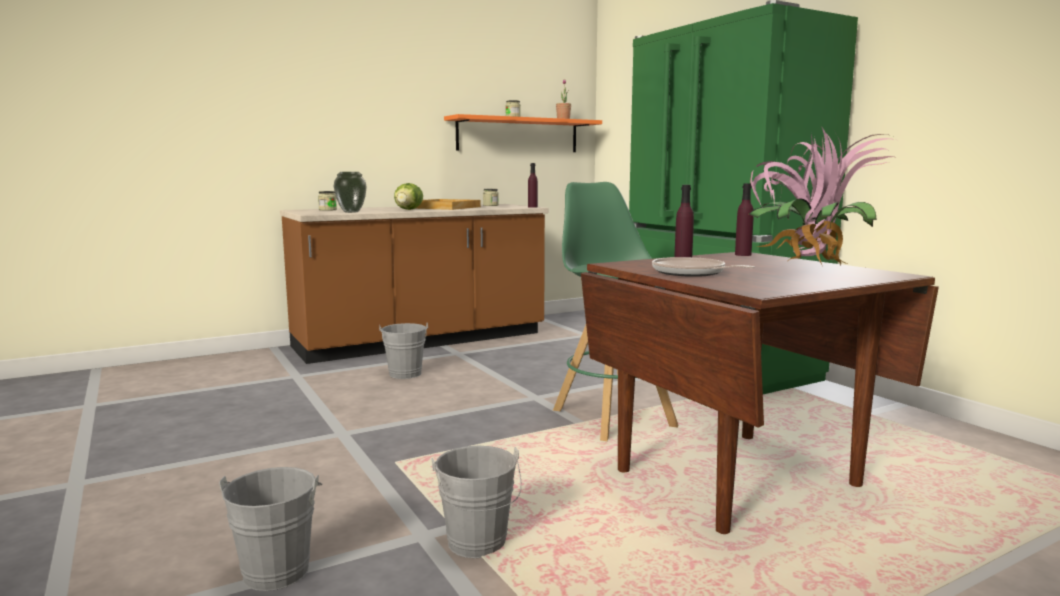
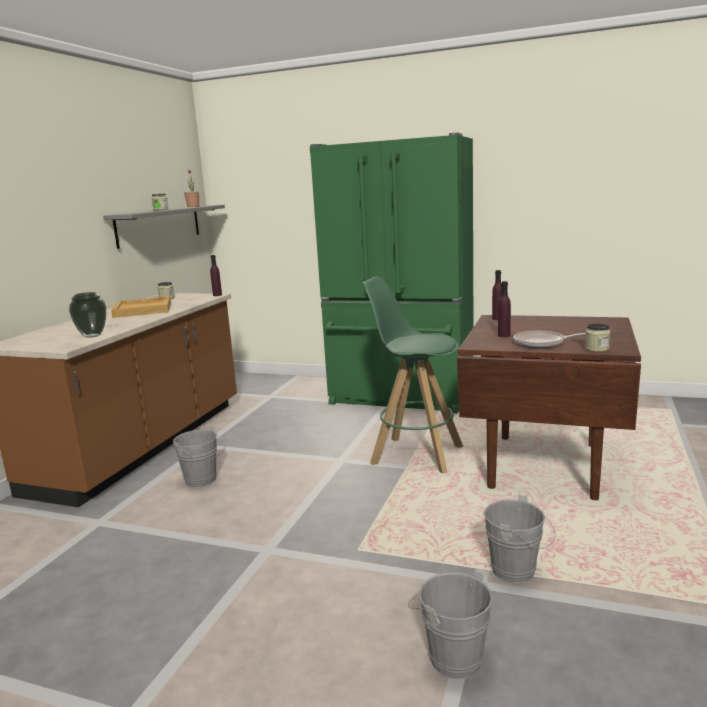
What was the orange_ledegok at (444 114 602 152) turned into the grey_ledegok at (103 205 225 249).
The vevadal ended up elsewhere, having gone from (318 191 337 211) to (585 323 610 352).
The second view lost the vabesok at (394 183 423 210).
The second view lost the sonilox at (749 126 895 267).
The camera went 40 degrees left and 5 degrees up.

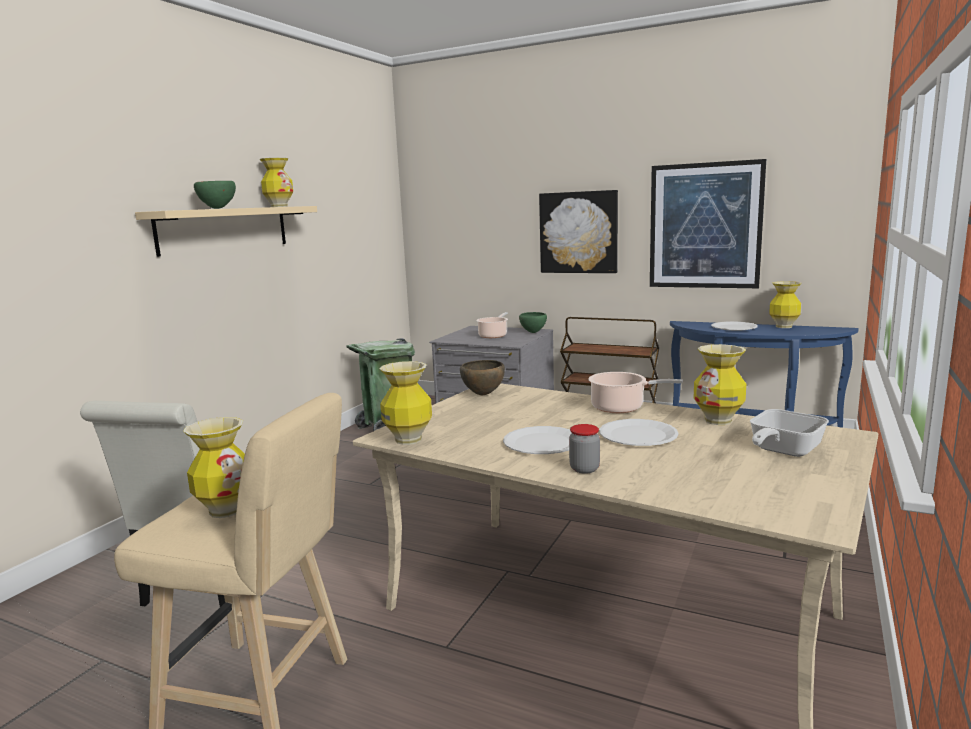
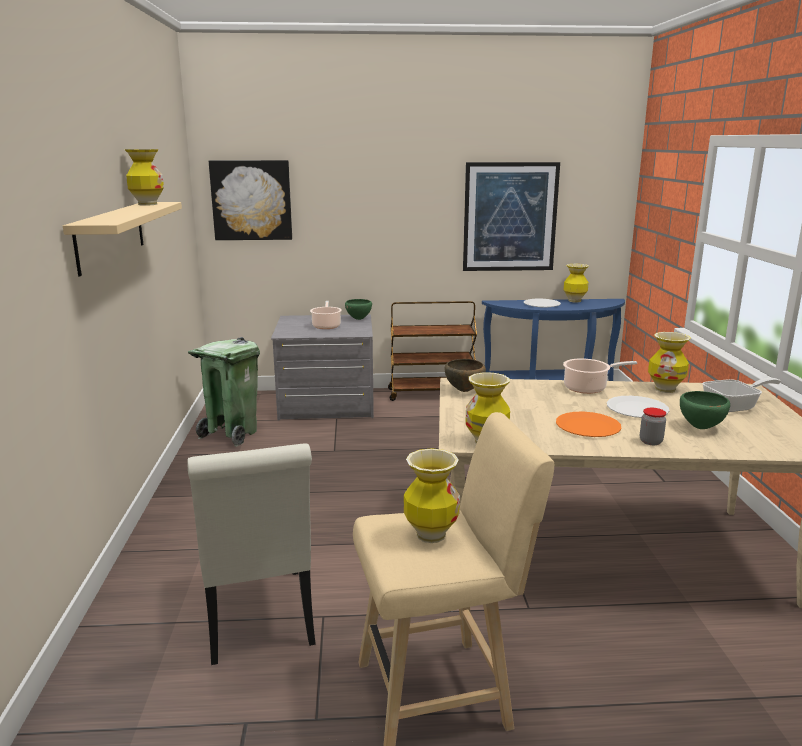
The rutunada ended up elsewhere, having gone from (539 190 618 273) to (209 160 292 240).
What was the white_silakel at (503 426 572 454) turned into the orange_silakel at (556 412 621 437).
The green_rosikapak ended up elsewhere, having gone from (194 181 236 209) to (680 391 730 429).
The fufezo at (750 409 829 457) ended up facing another way, 120 degrees counterclockwise from before.
The camera went 30 degrees left and 5 degrees up.

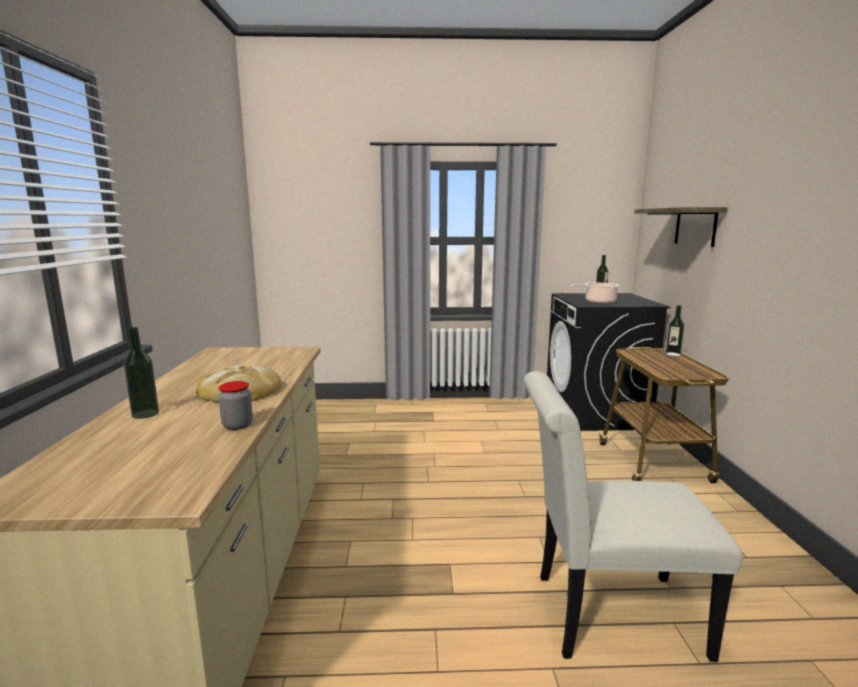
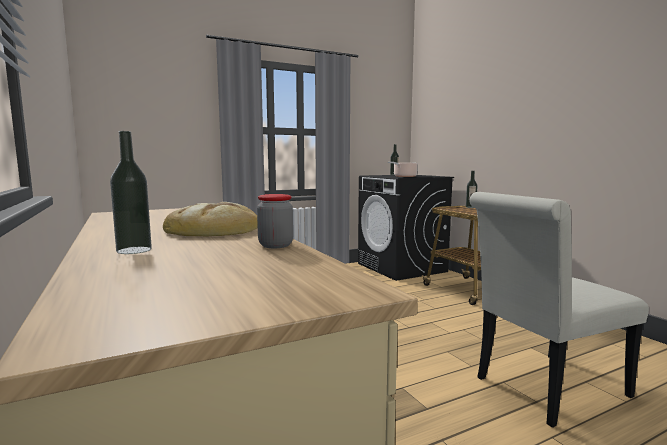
The second view lost the ledegok at (634 207 728 247).
The camera went 25 degrees left and 5 degrees down.

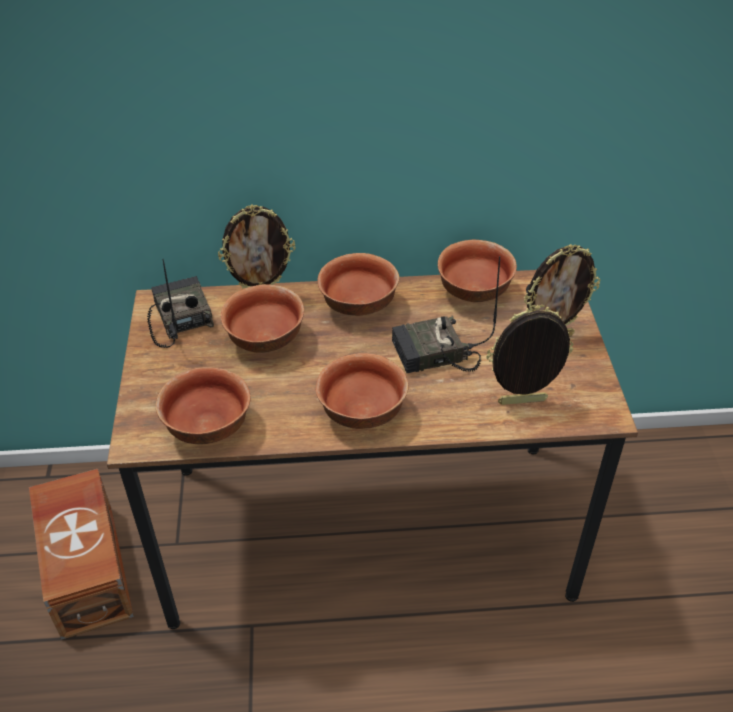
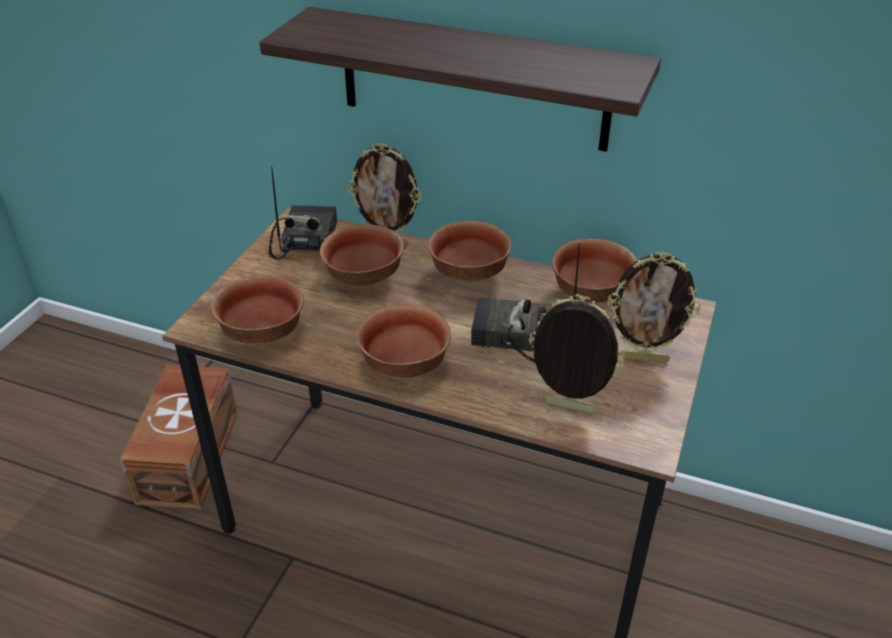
The second view gained the ledegok at (259 7 661 152).
The camera went 25 degrees right and 5 degrees down.

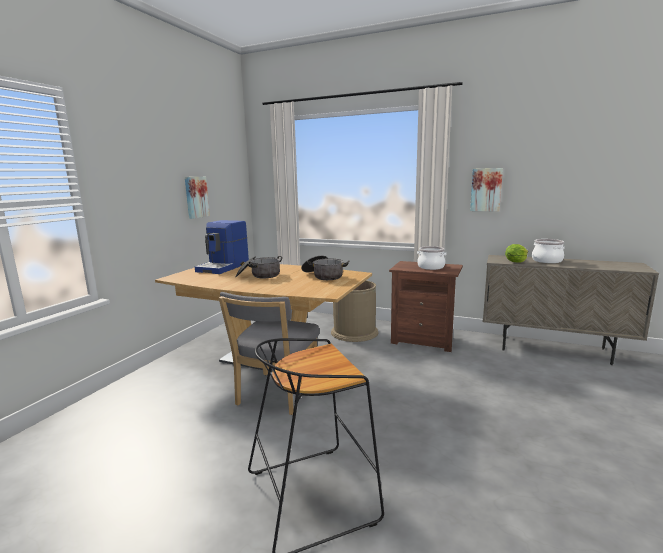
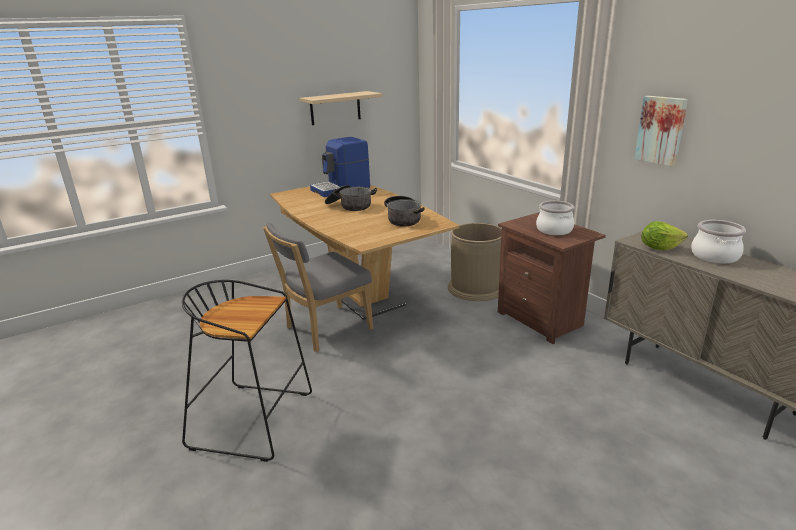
Where the rutunada hung at (185 177 210 219), the beige_ledegok came to hang at (300 91 383 125).
The camera went 35 degrees right and 10 degrees up.

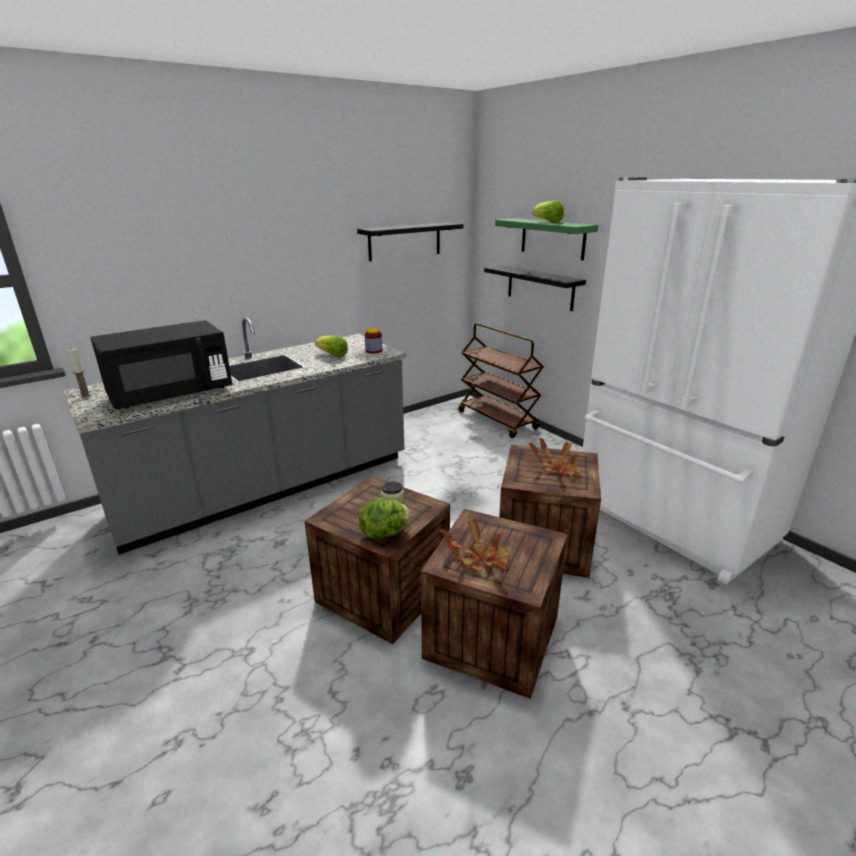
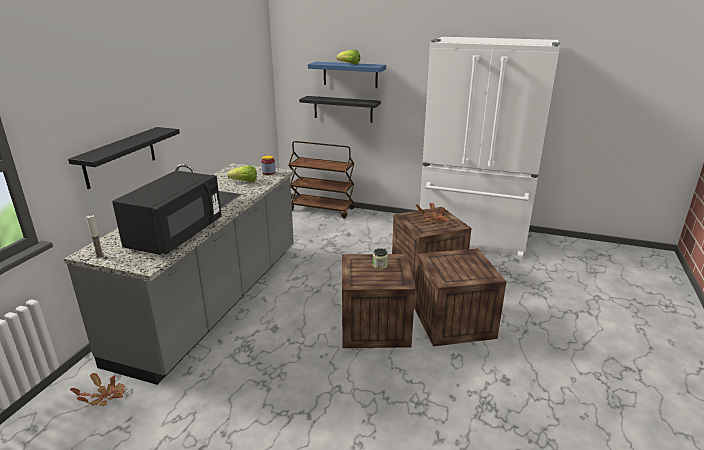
The black_ledegok ended up elsewhere, having gone from (357 222 463 261) to (68 127 180 189).
The sonilox ended up elsewhere, having gone from (440 518 510 572) to (70 373 125 406).
What was the green_ledegok at (495 218 598 260) turned into the blue_ledegok at (308 62 386 88).
The second view lost the vabesok at (359 498 411 538).
The camera went 35 degrees left and 0 degrees up.

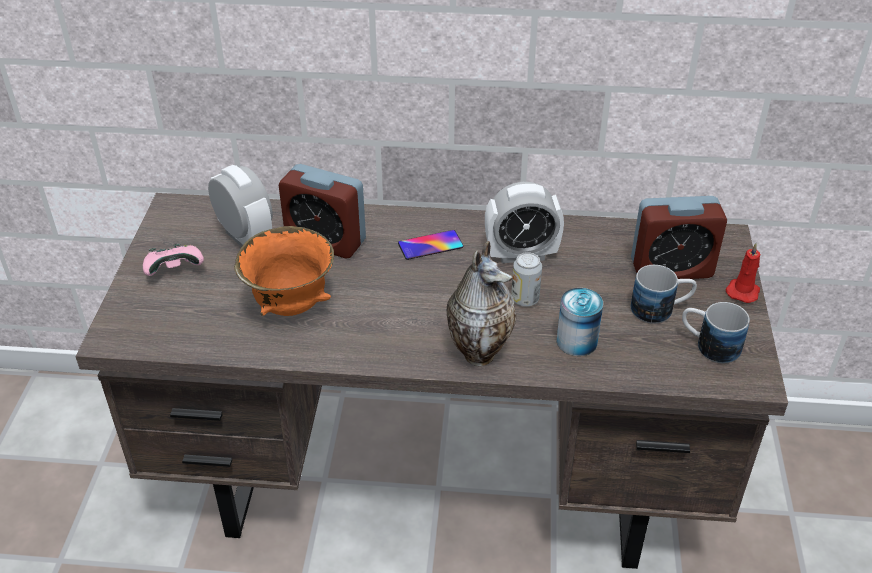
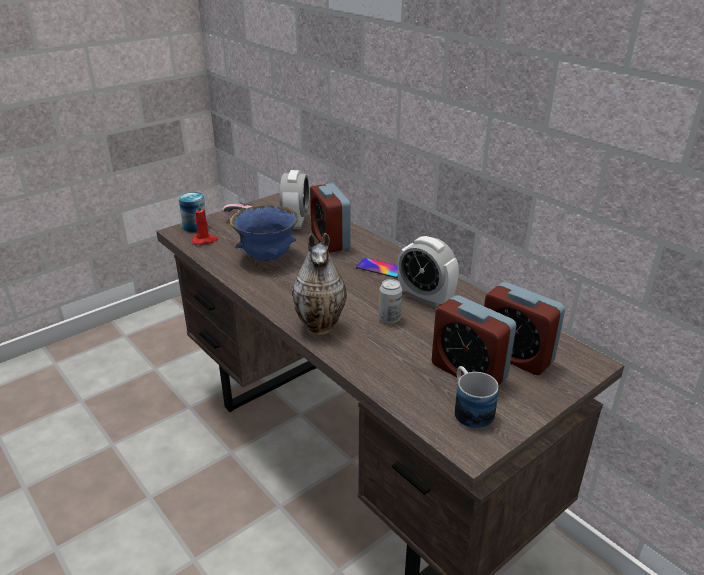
The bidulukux ended up elsewhere, having gone from (557 288 603 356) to (178 192 208 232).
The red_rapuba ended up elsewhere, having gone from (726 243 761 303) to (192 203 218 245).
What was the orange_rosikapak at (234 226 334 316) turned into the blue_rosikapak at (230 205 298 261).
Where the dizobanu stood at (631 265 697 324), the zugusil came to stand at (432 296 517 385).
The camera went 45 degrees right and 10 degrees down.

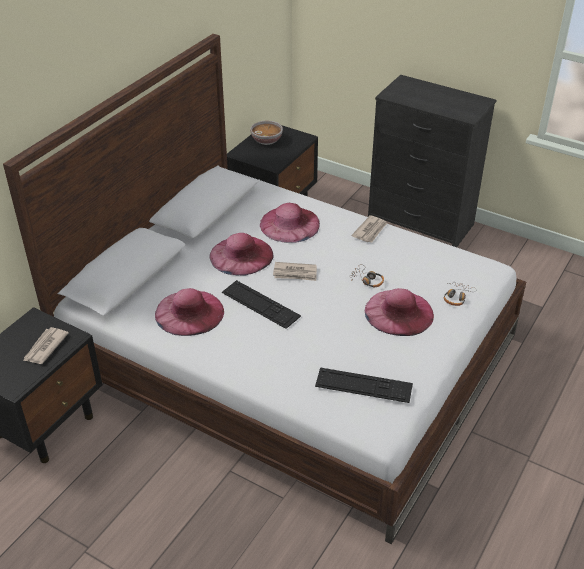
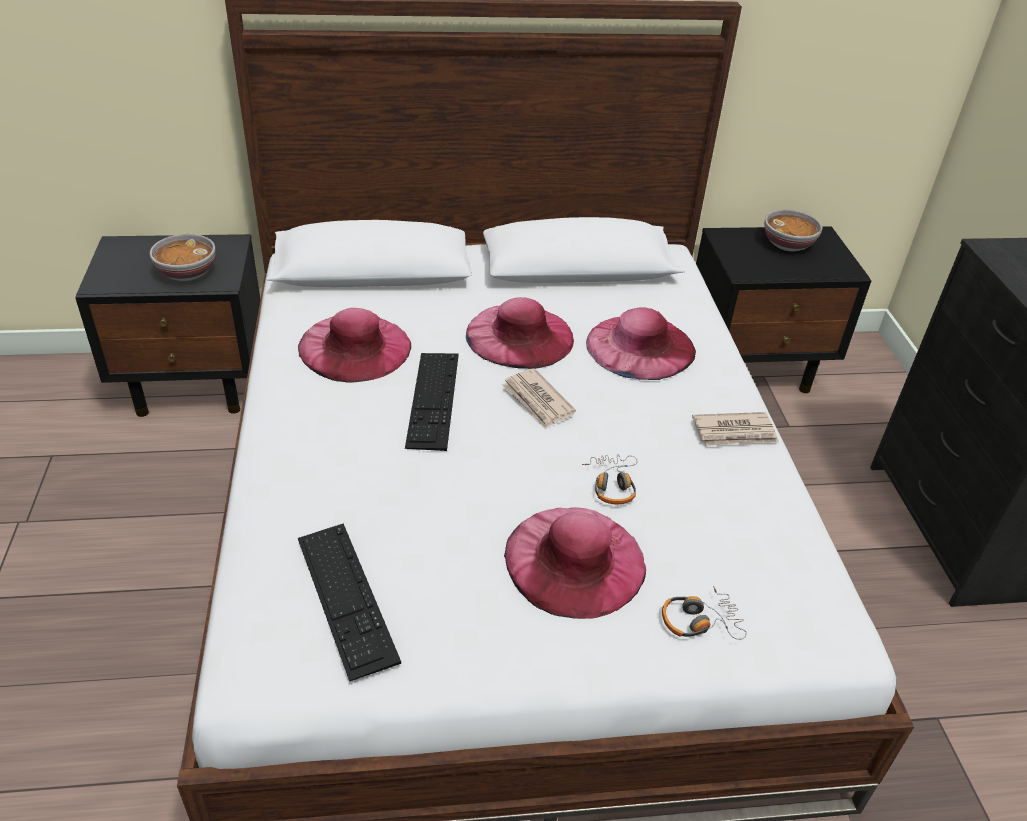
Where the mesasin stood at (23 327 69 364), the rosikapak came to stand at (149 234 216 281).
The camera went 50 degrees right and 0 degrees up.

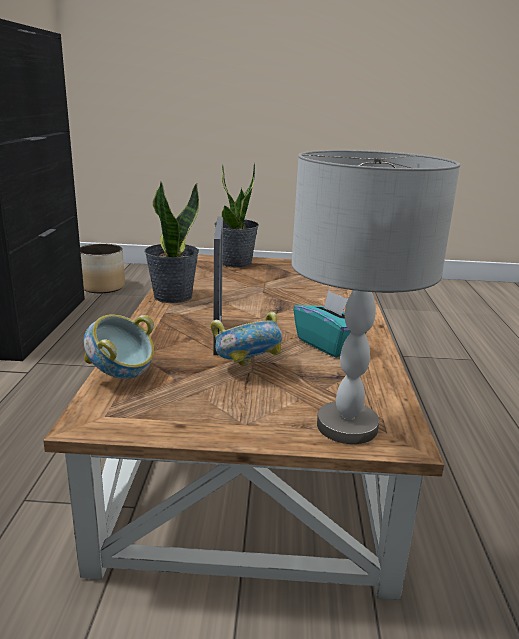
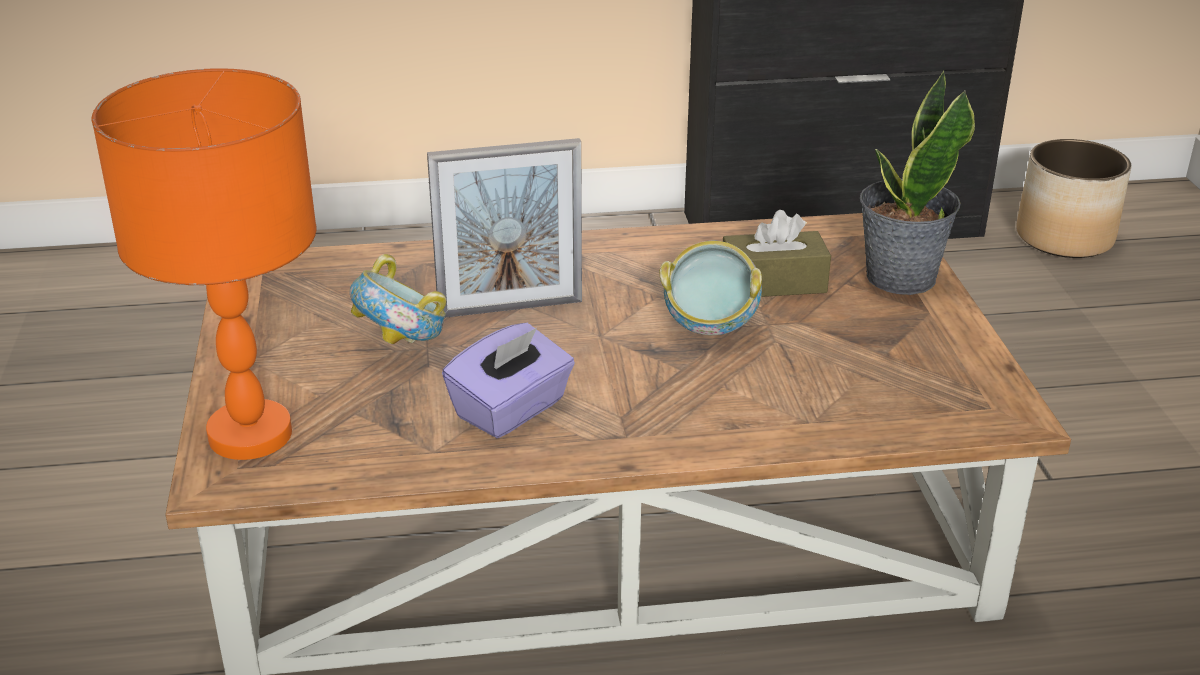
What was the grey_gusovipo at (291 150 460 444) turned into the orange_gusovipo at (92 68 317 460).
What was the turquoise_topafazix at (293 291 366 358) turned into the purple_topafazix at (442 322 575 438).
The rosikapak ended up elsewhere, having gone from (84 314 154 379) to (660 241 762 335).
The second view gained the brown_topafazix at (723 210 831 297).
The second view lost the sonilox at (144 182 199 303).
The camera went 80 degrees right and 10 degrees up.

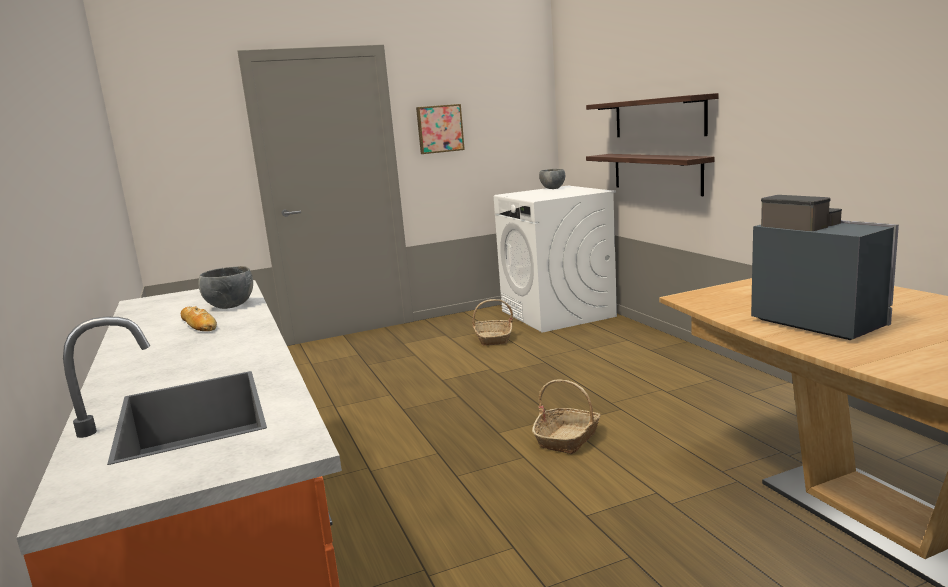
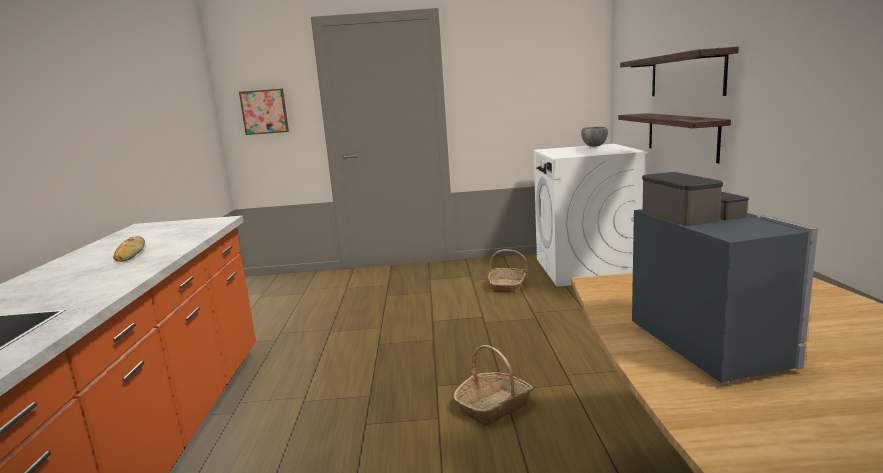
The rutunada ended up elsewhere, having gone from (416 104 465 154) to (239 89 289 135).
The second view lost the grey_rosikapak at (198 266 253 309).
The camera went 20 degrees right and 0 degrees up.

